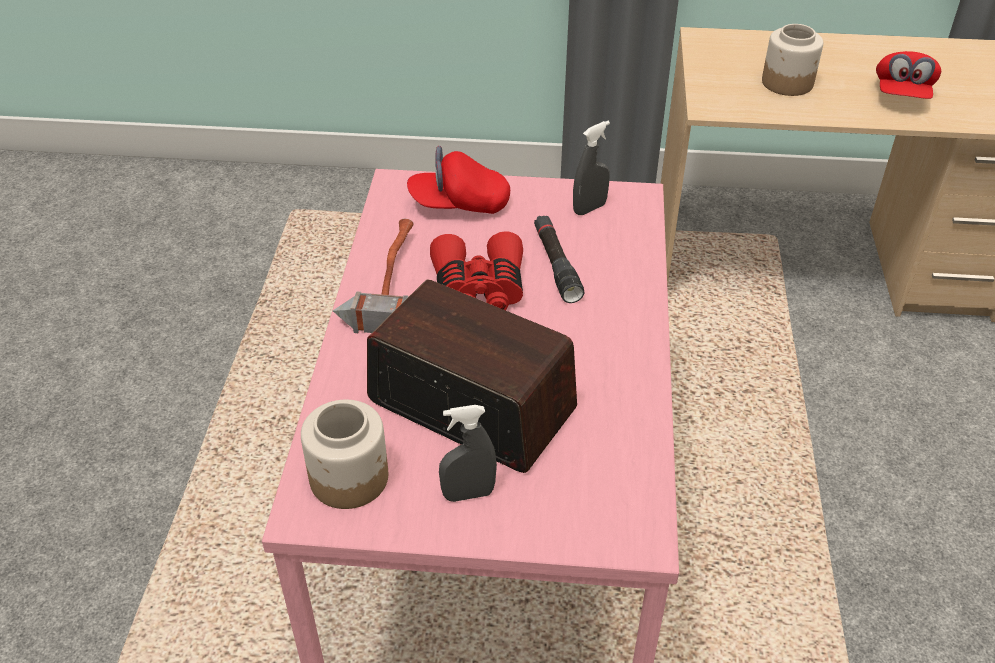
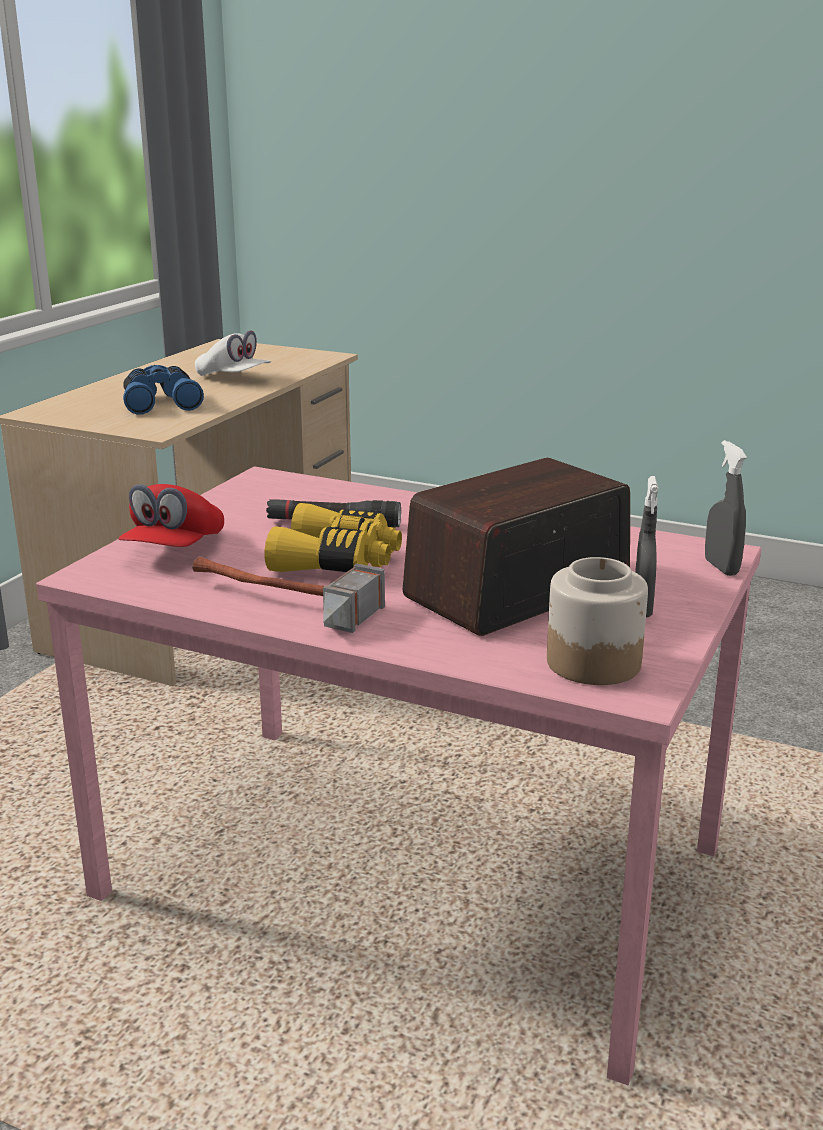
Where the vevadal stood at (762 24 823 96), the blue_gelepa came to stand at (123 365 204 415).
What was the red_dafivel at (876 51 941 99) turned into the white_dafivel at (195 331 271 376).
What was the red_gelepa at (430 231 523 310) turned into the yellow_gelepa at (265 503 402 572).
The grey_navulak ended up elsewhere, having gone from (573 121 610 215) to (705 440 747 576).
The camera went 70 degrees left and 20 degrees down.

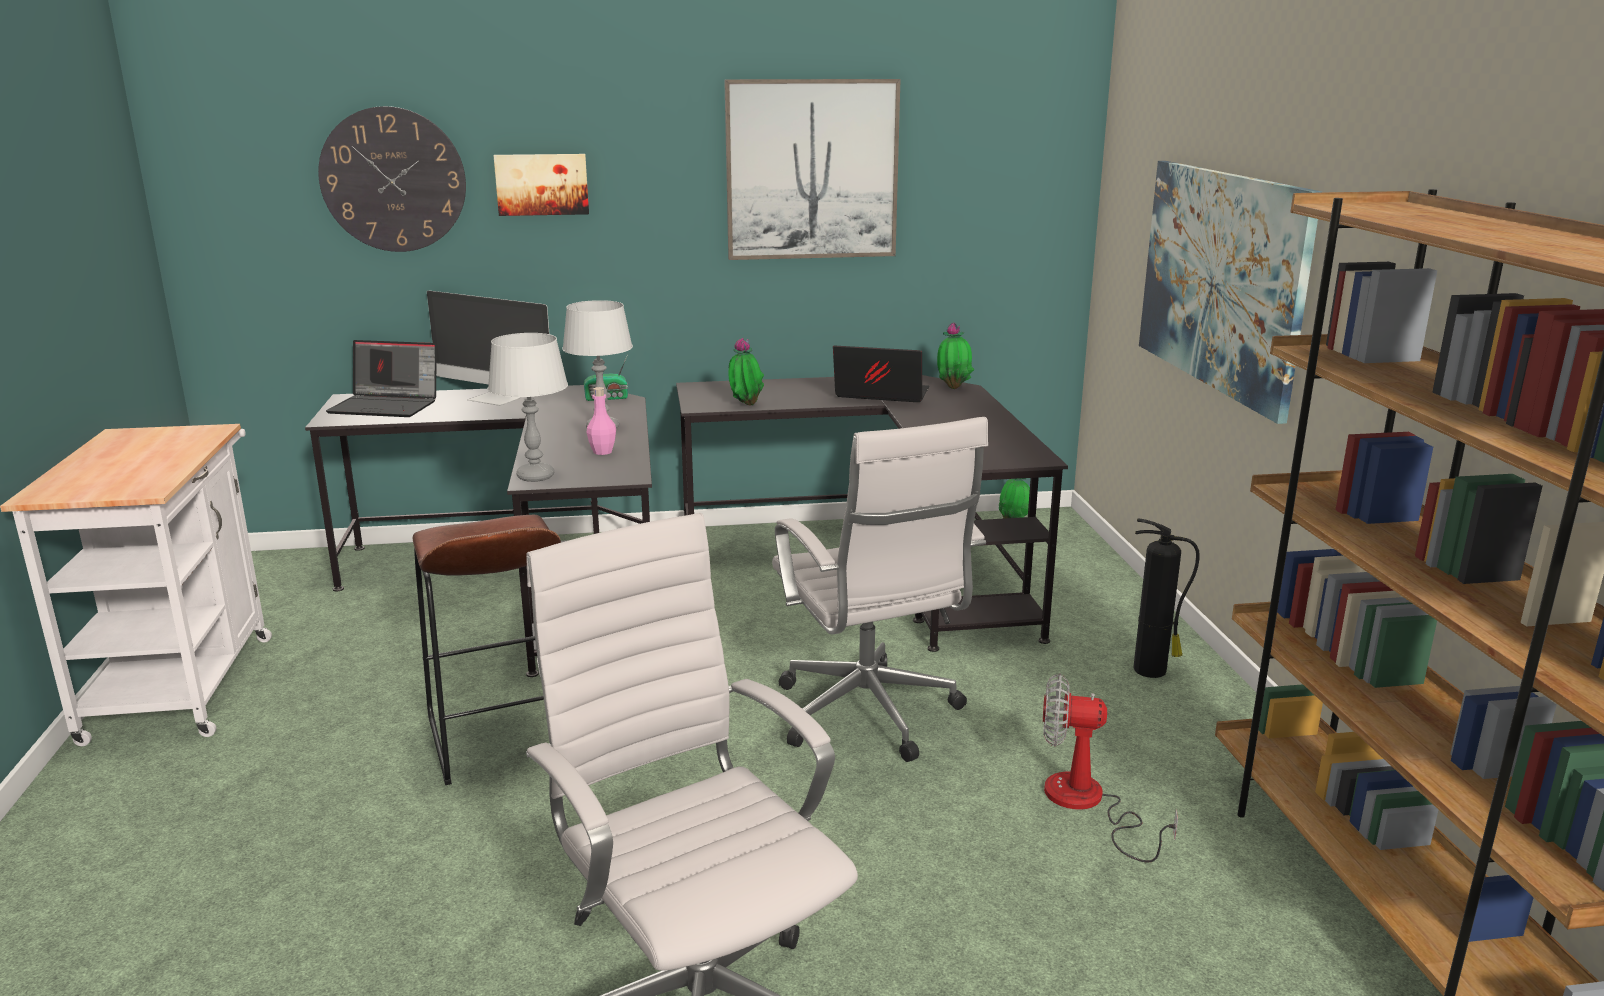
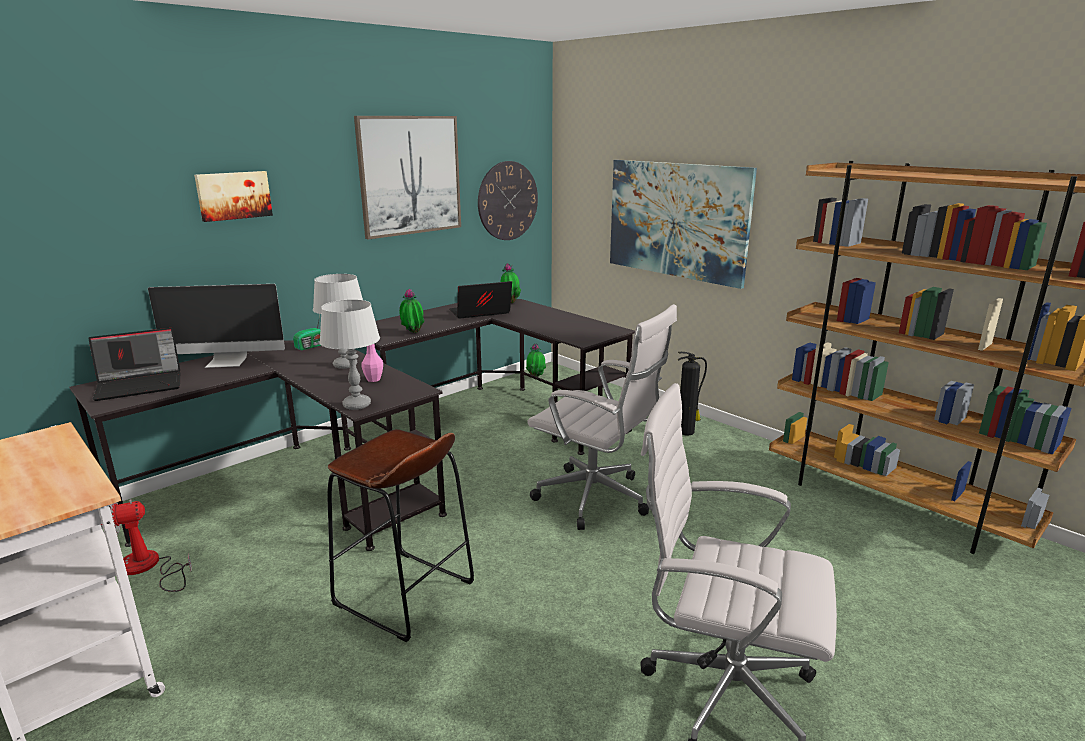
The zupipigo ended up elsewhere, having gone from (1043 673 1178 863) to (100 499 192 592).
The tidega ended up elsewhere, having gone from (318 106 466 252) to (478 161 538 240).
The camera went 35 degrees left and 0 degrees up.

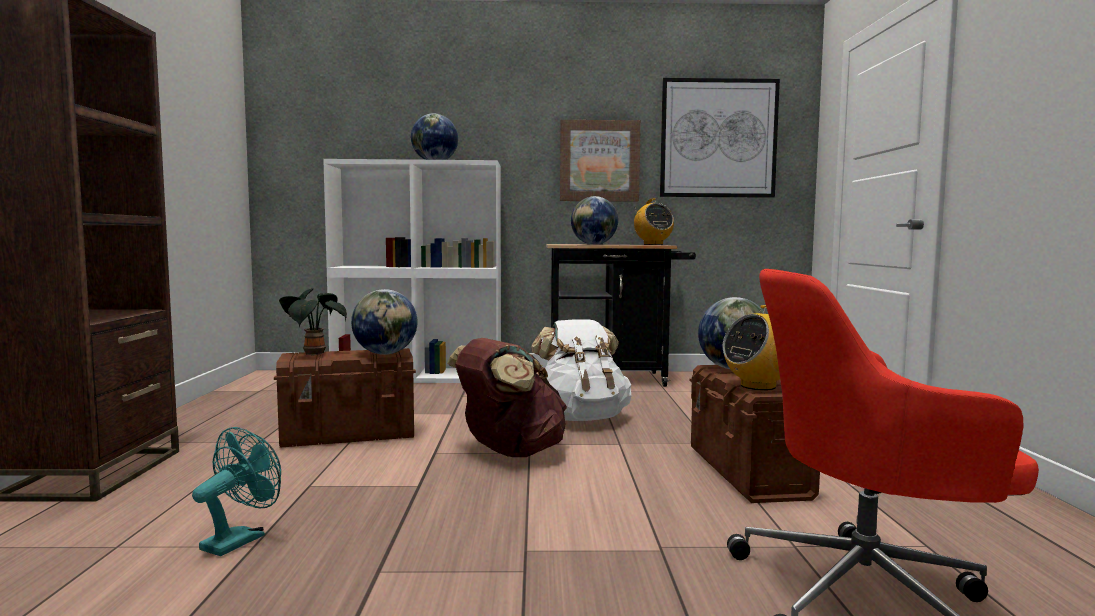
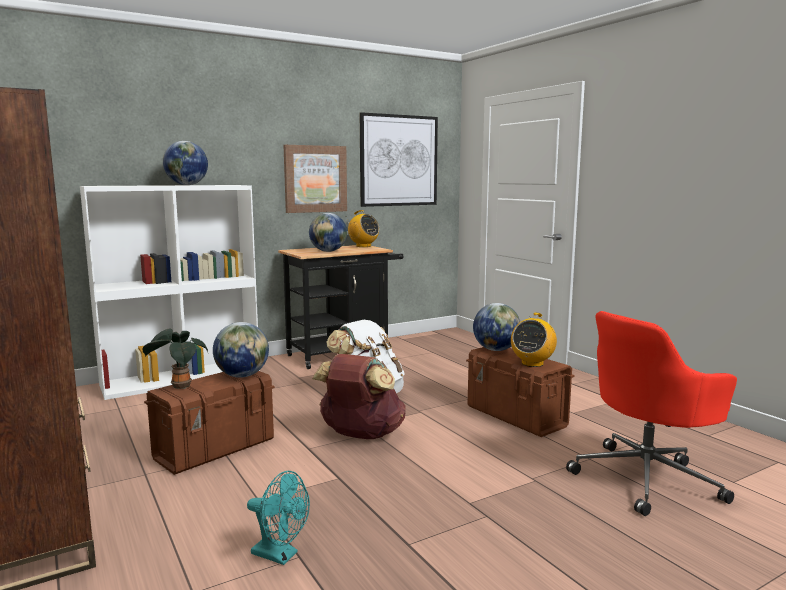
The turquoise_zupipigo at (192 427 281 556) ended up facing another way, 120 degrees clockwise from before.
The camera went 30 degrees left and 5 degrees up.

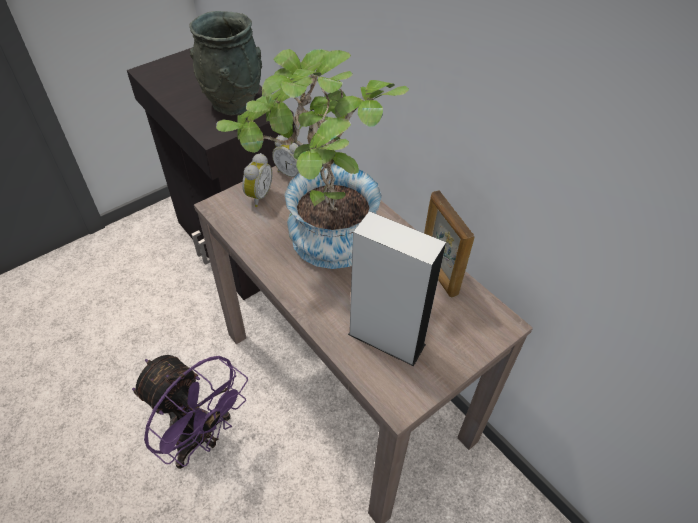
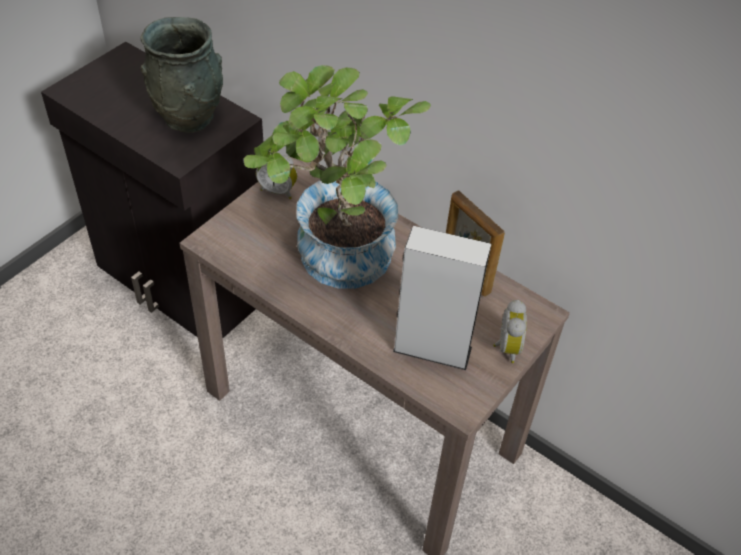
The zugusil ended up elsewhere, having gone from (242 153 273 207) to (493 300 527 363).
The second view lost the purple_zupipigo at (132 355 248 469).
The camera went 15 degrees left and 0 degrees up.

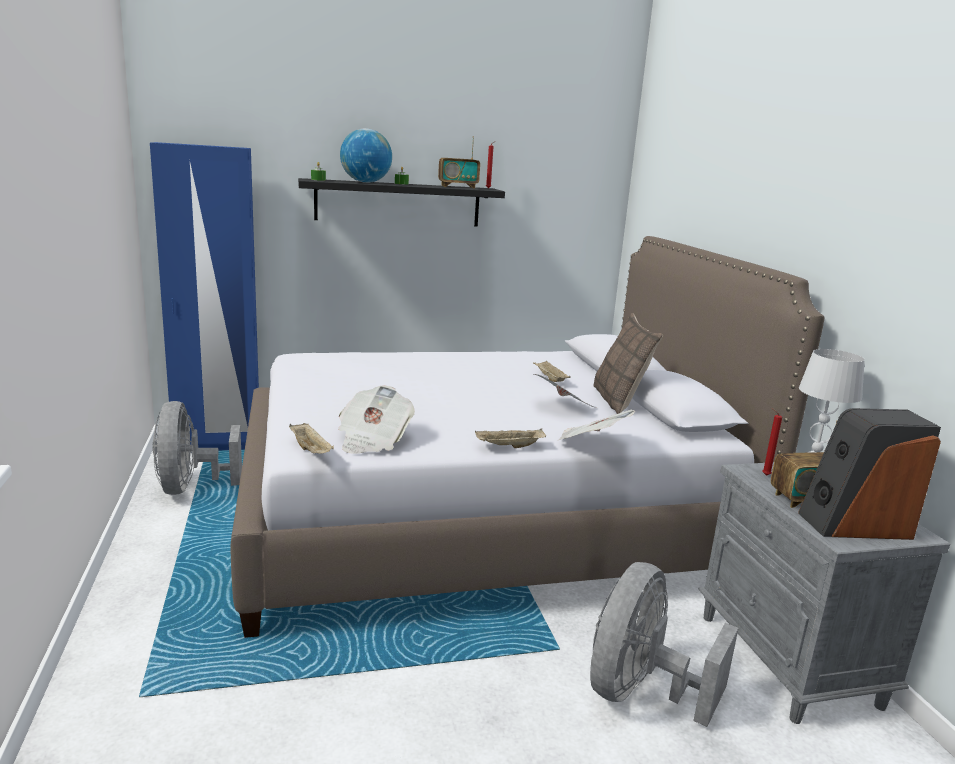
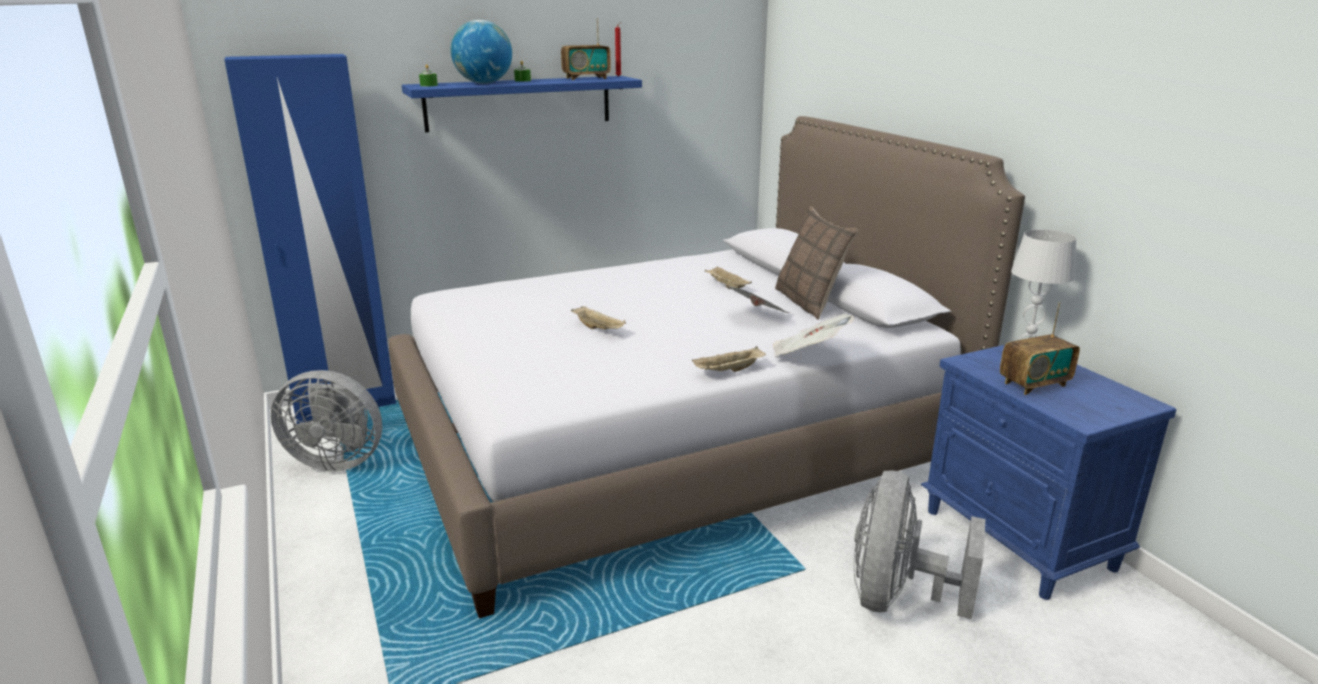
The grey_zupipigo at (152 401 242 495) ended up facing another way, 60 degrees counterclockwise from before.
What was the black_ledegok at (298 178 505 226) turned into the blue_ledegok at (402 76 642 133).
The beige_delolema ended up elsewhere, having gone from (289 423 334 454) to (571 307 626 329).
What was the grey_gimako at (698 462 950 724) turned into the blue_gimako at (921 345 1177 600).
The second view lost the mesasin at (338 385 415 454).
The second view lost the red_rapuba at (762 408 782 476).
The second view lost the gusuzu at (798 408 941 540).
The camera went 10 degrees left and 5 degrees up.

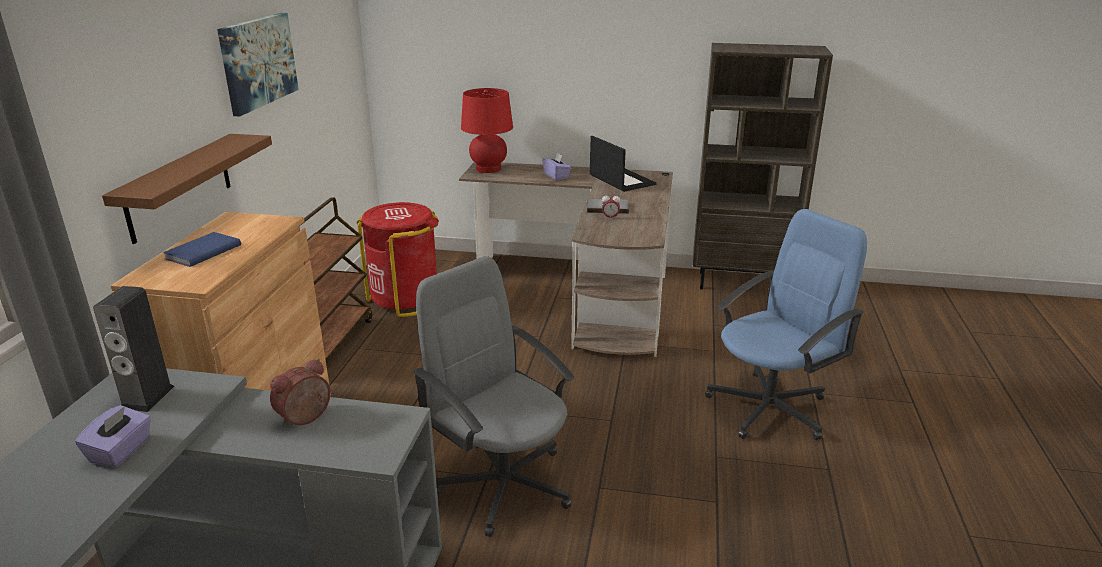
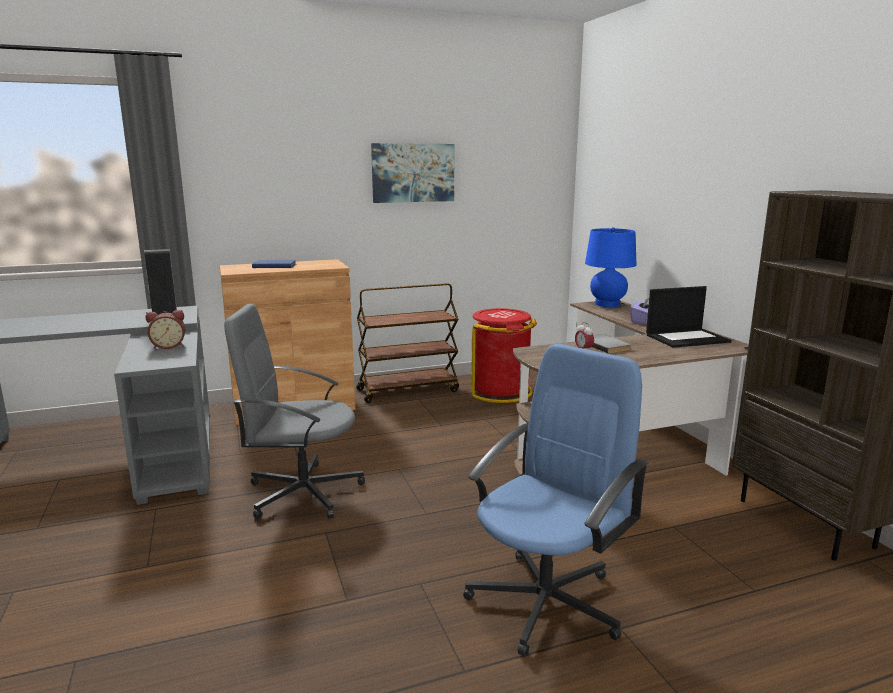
The zugusil at (270 359 331 426) ended up facing another way, 150 degrees clockwise from before.
The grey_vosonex at (412 256 574 537) ended up facing another way, 105 degrees counterclockwise from before.
The blue_vosonex at (705 209 867 440) ended up facing another way, 75 degrees counterclockwise from before.
What was the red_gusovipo at (461 88 513 173) turned into the blue_gusovipo at (585 227 636 307).
The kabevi at (590 136 657 192) ended up facing another way, 45 degrees clockwise from before.
The second view lost the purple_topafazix at (75 405 151 467).
The second view lost the brown_ledegok at (102 134 272 244).
The camera went 60 degrees right and 10 degrees down.

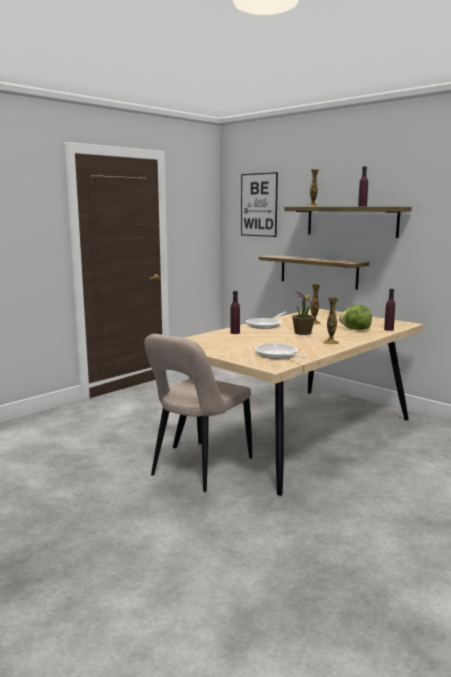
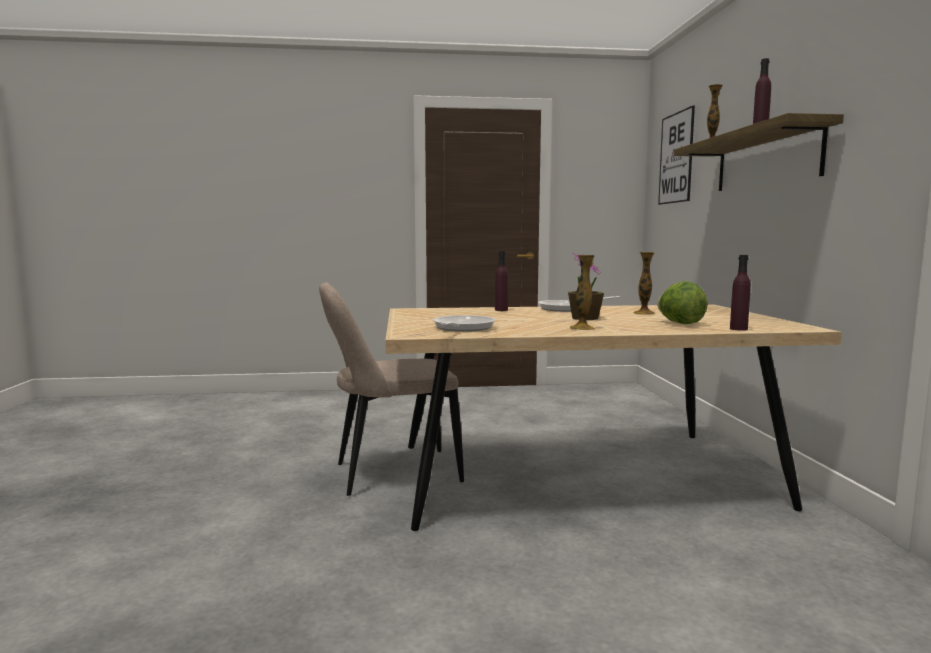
The second view lost the ledegok at (259 255 369 290).
The camera went 40 degrees right and 5 degrees down.

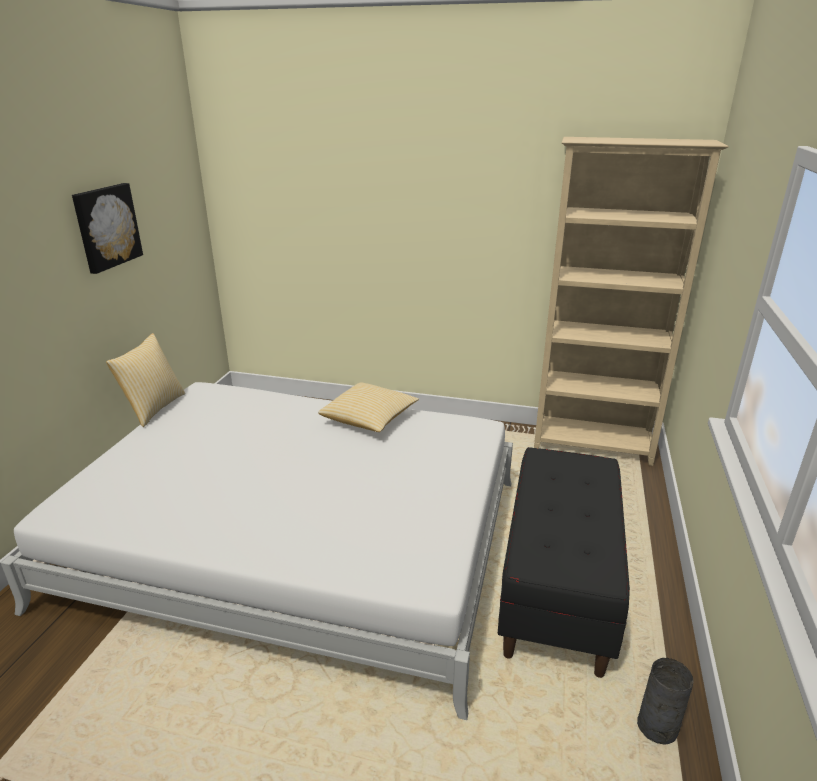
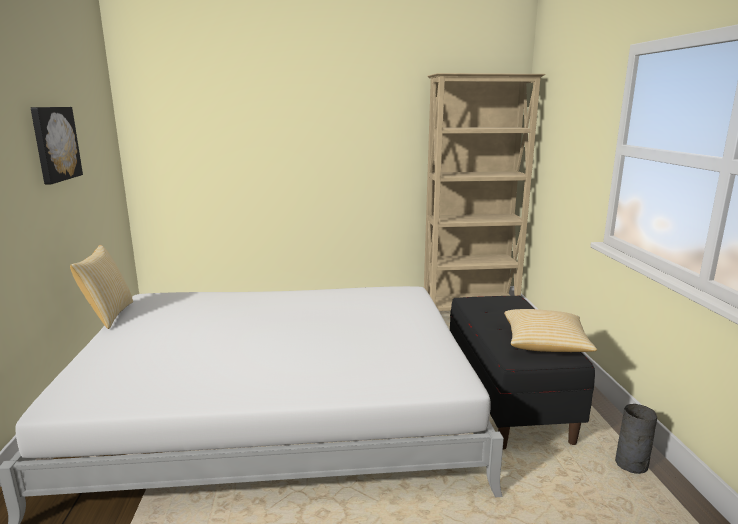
The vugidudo ended up elsewhere, having gone from (318 382 419 432) to (504 309 597 352).
The camera went 20 degrees left and 10 degrees down.

